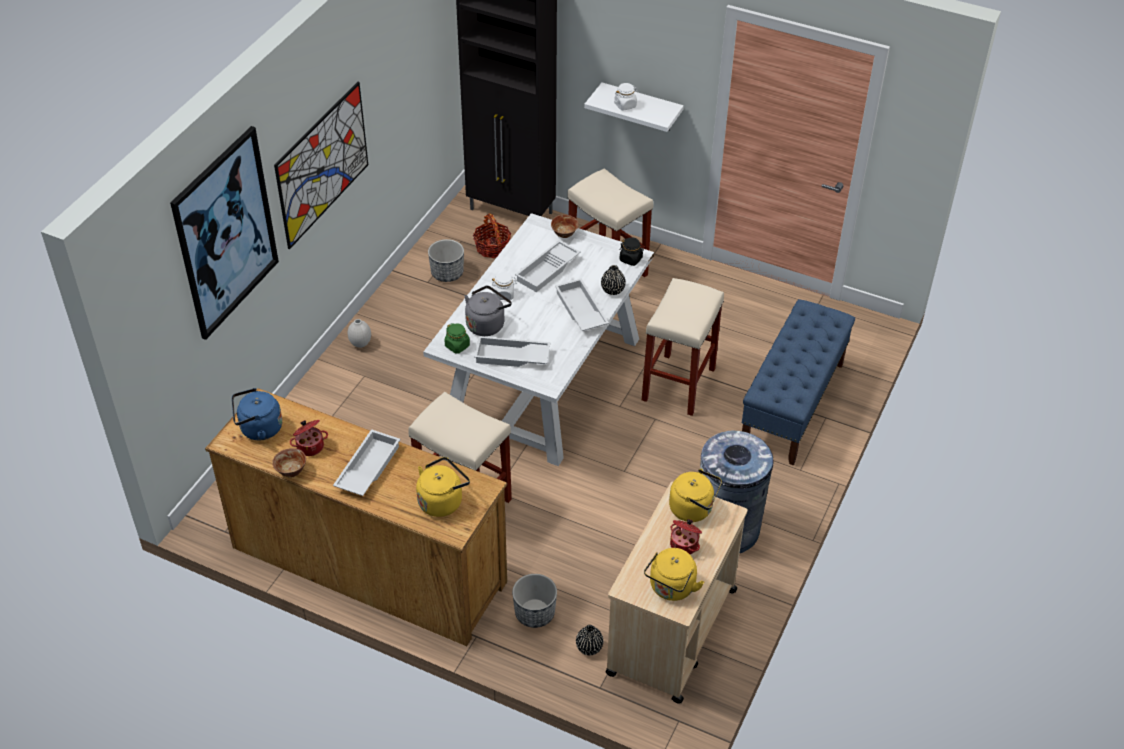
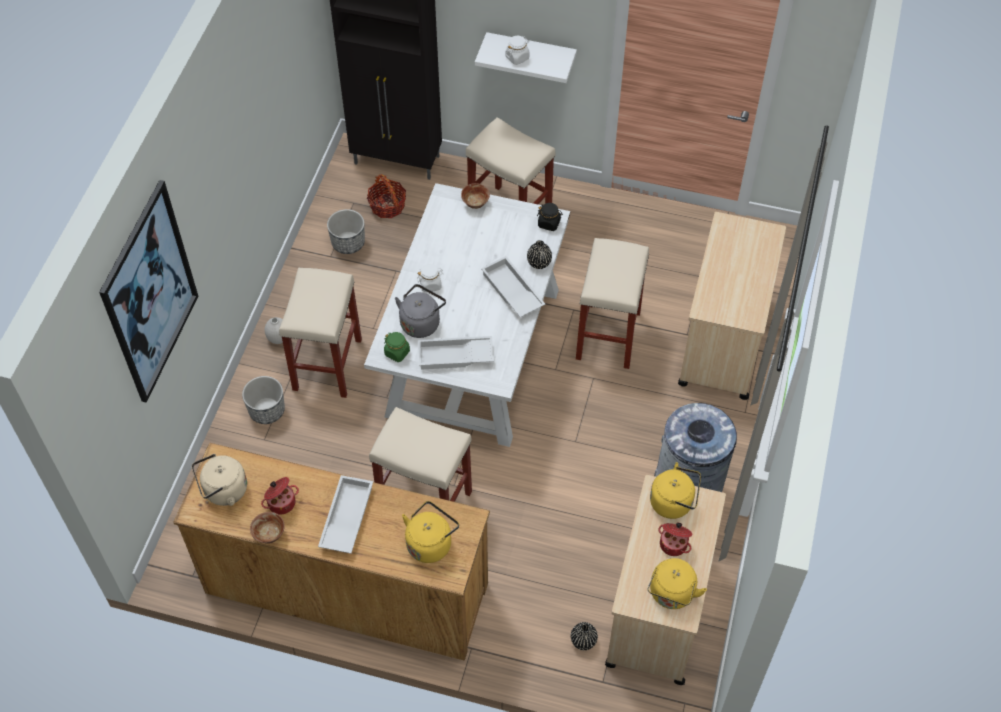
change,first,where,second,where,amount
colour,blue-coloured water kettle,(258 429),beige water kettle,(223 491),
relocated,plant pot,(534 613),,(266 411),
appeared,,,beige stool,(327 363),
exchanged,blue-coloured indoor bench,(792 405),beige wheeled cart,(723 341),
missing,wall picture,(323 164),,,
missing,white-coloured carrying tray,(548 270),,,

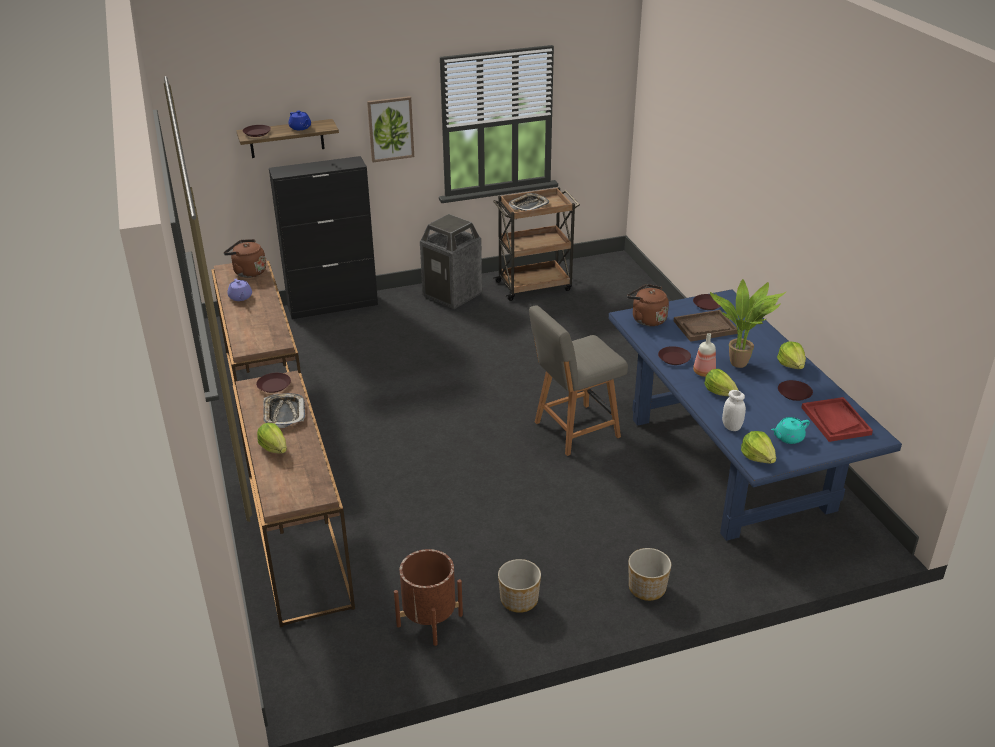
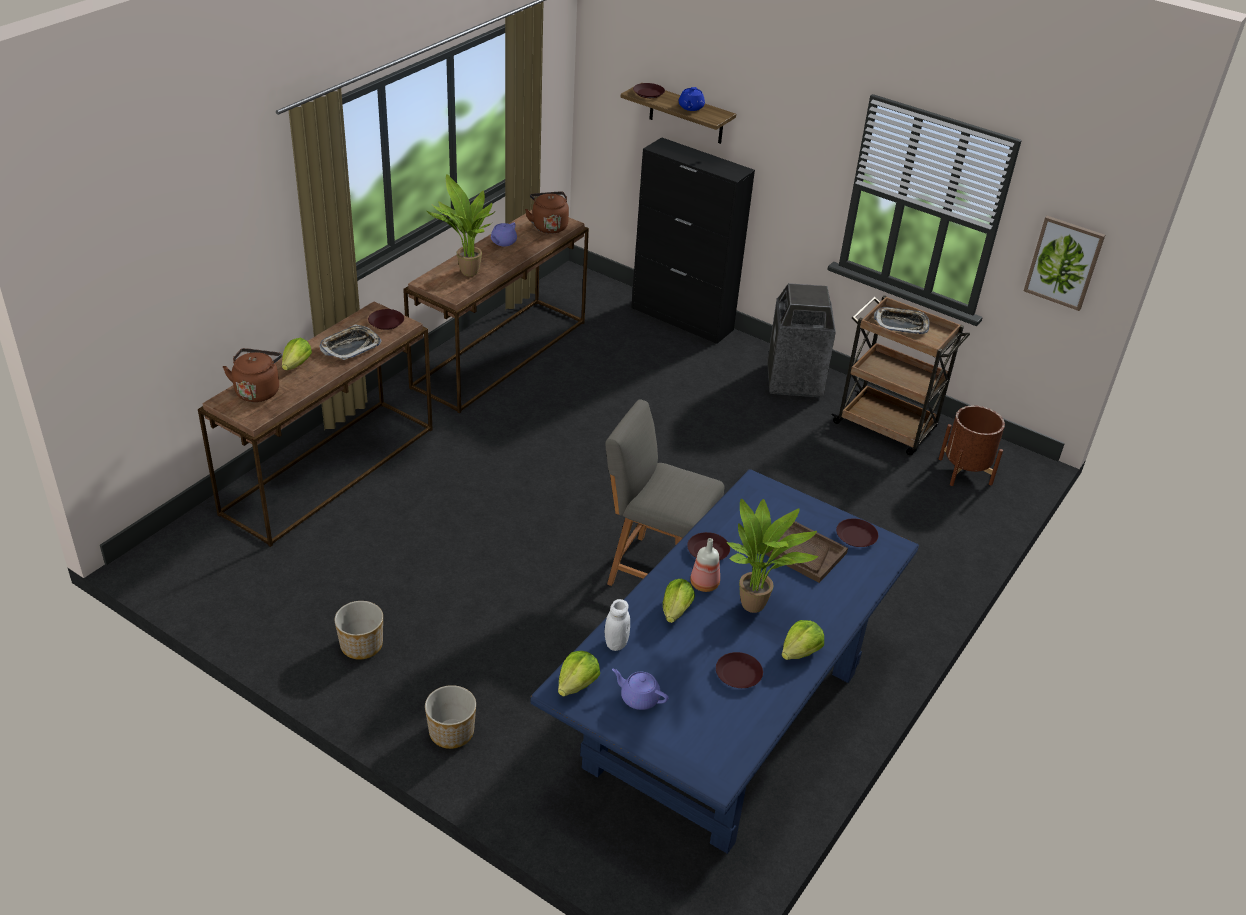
change,first,where,second,where,amount
relocated,brownish water kettle,(646 319),,(258 390),
appeared,,,plant in a pot,(466 273),
colour,turquoise-coloured teapot,(788 438),purplish teapot,(639 698),
relocated,brownish plant pot,(429 620),,(965 471),
relocated,wall picture,(390 129),,(1064 262),
missing,red carrying tray,(835 421),,,

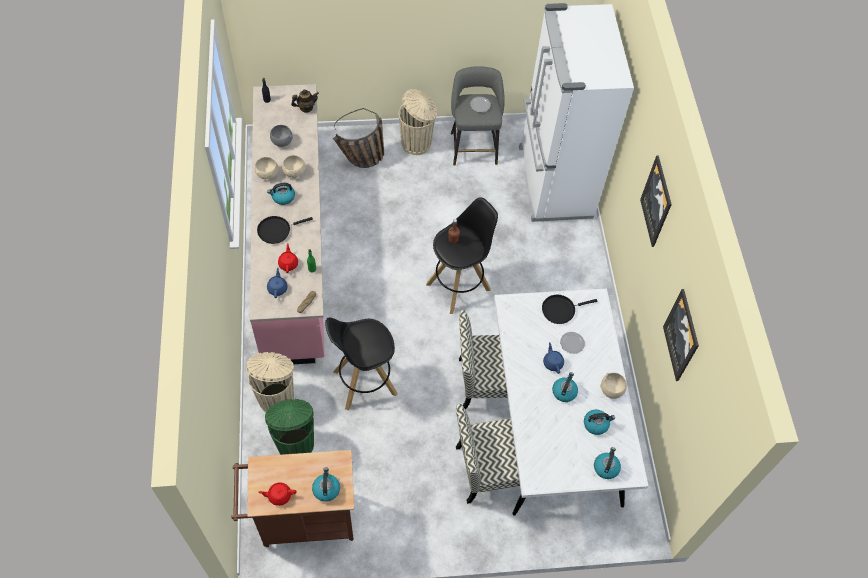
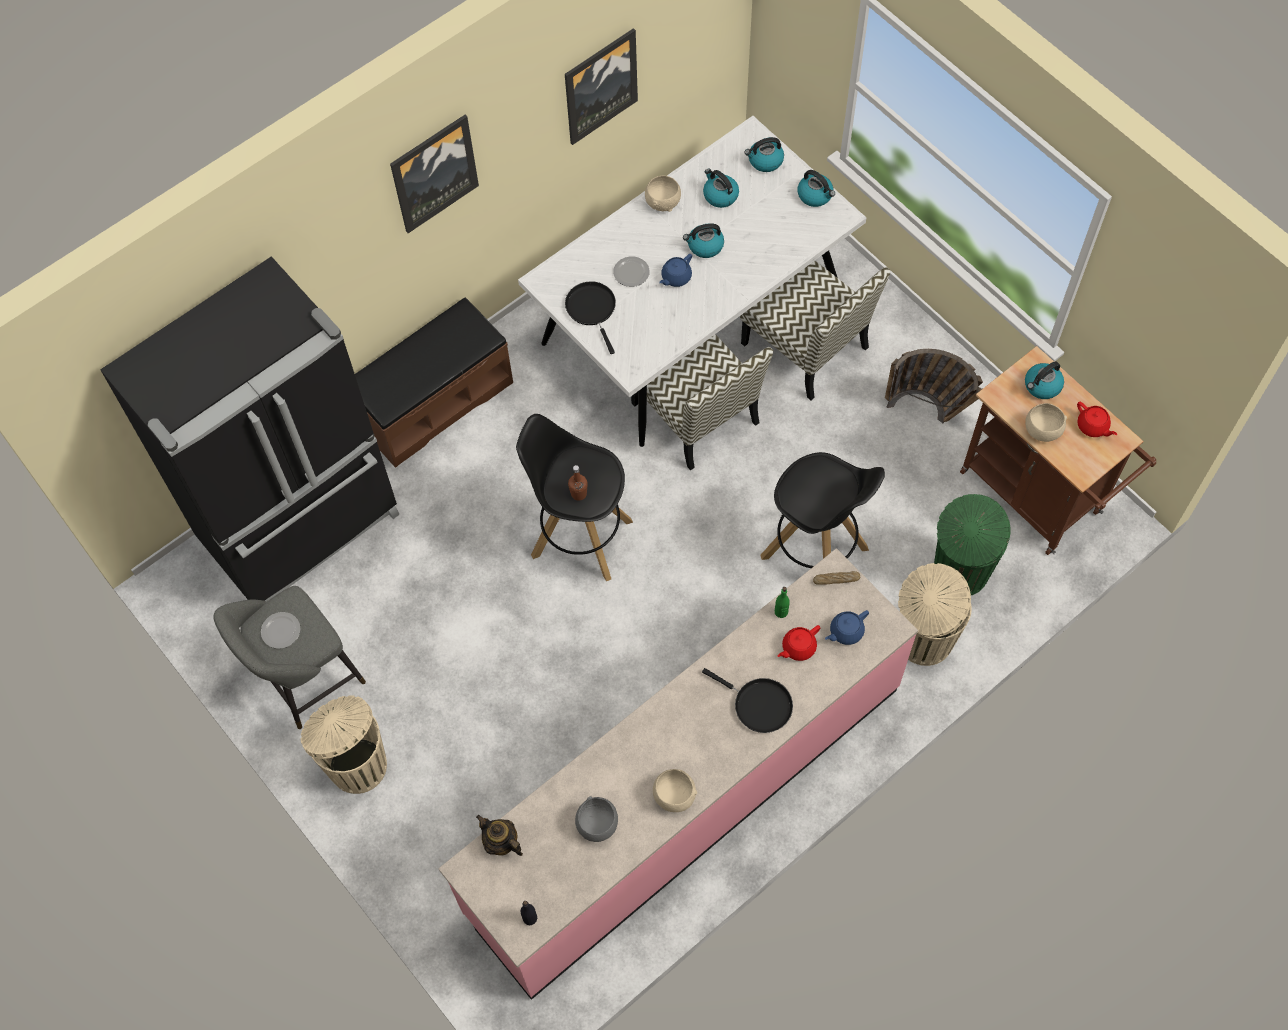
change,first,where,second,where,amount
colour,white-coloured refrigerator,(553 182),black-coloured refrigerator,(303 528),
appeared,,,brownish indoor bench,(434 402),
spun,black-coloured pan,(560 310),,(592 309),150 degrees counterclockwise
relocated,water kettle,(283 197),,(815 195),
relocated,household basket,(361 161),,(930 411),
relocated,beige deep dish,(294 172),,(1041 431),

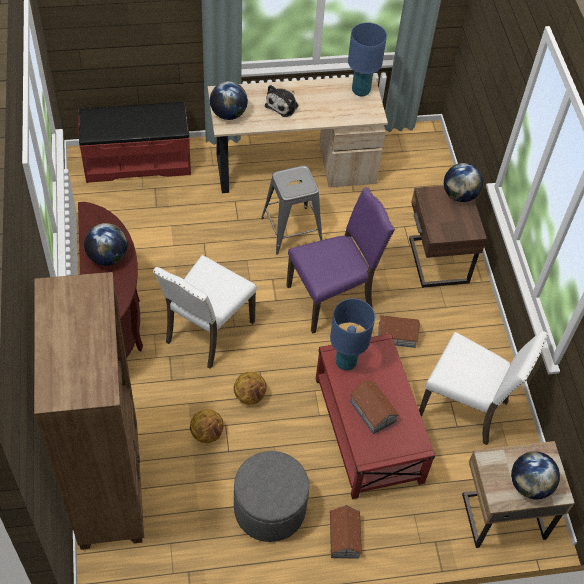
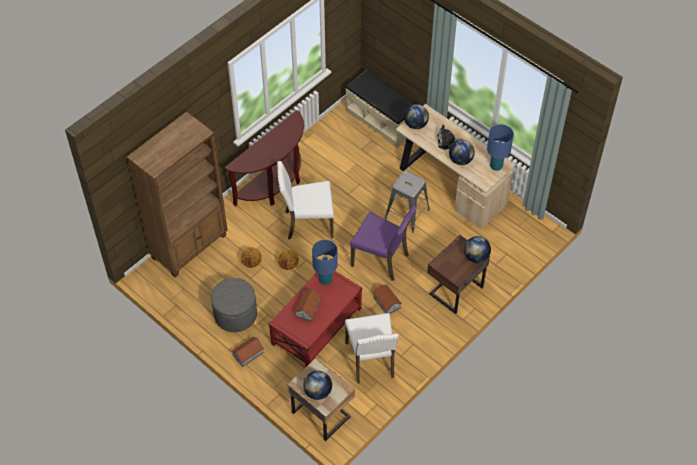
change,first,where,second,where,amount
colour,red indoor bench,(137 161),beige indoor bench,(381 120),
relocated,globe,(107 257),,(460 160),

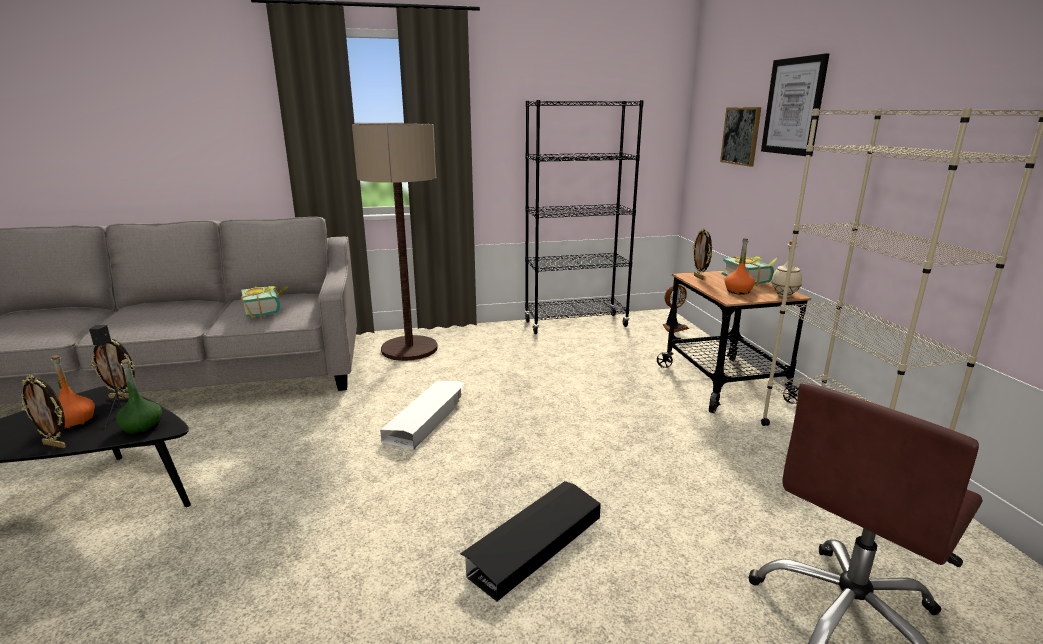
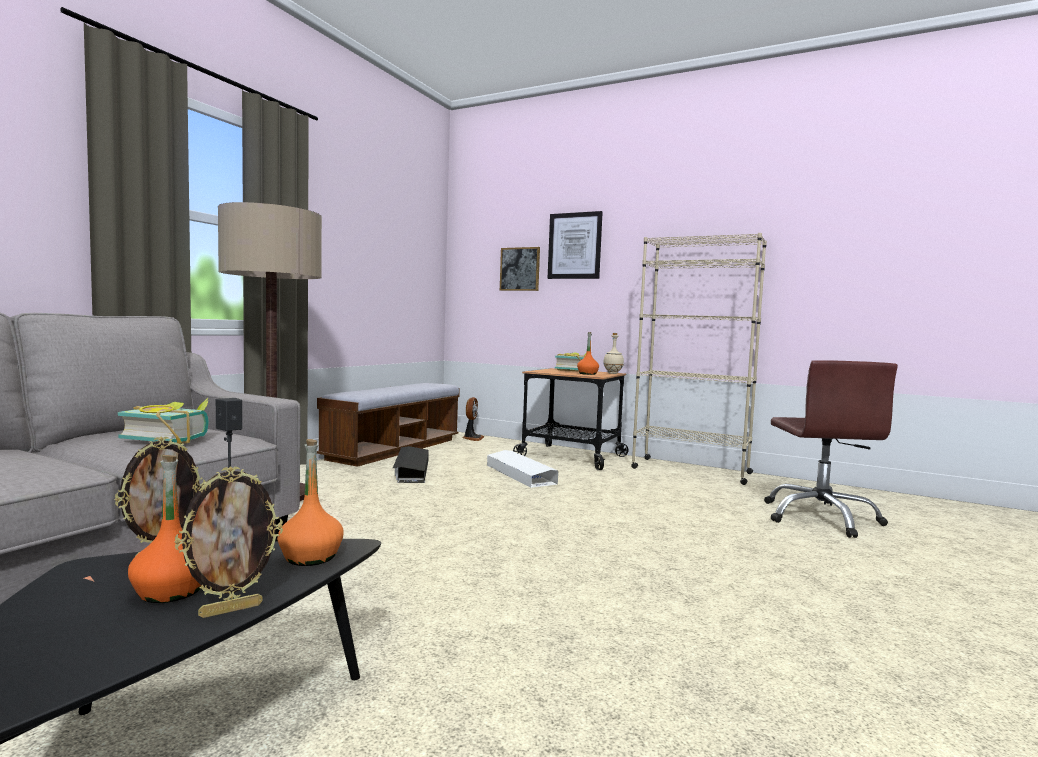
change,first,where,second,where,amount
colour,green beverage bottle,(142 427),orange-coloured beverage bottle,(311 557),
exchanged,black-coloured bookshelf,(575 324),indoor bench,(394 449),
relocated,black-coloured storage container,(533 544),,(411 471),
relocated,white-coloured storage container,(427 418),,(520 474),
missing,standing frame,(699 277),,,

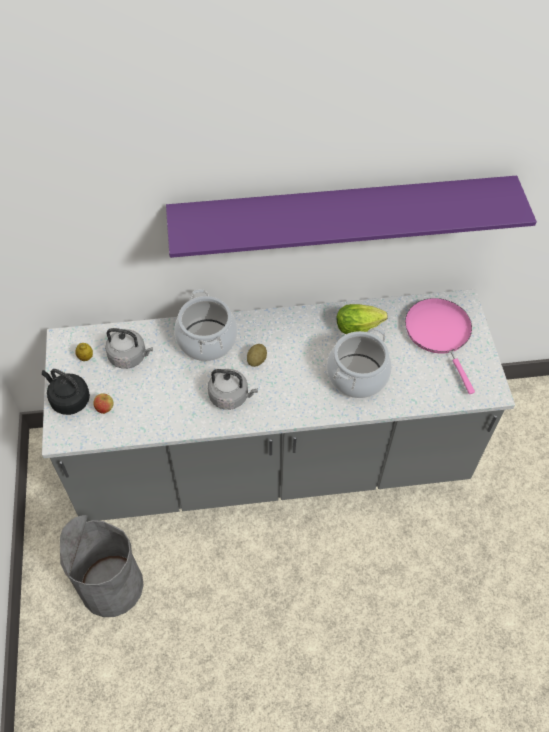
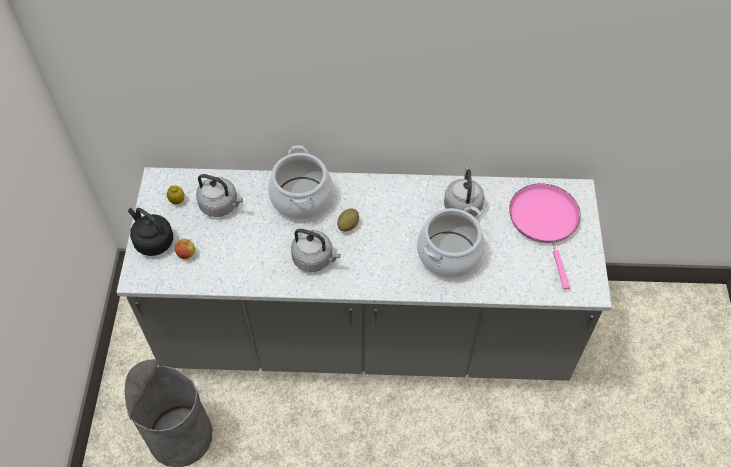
change,first,where,second,where,amount
exchanged,head of lettuce,(360 327),gray water kettle,(462 204),
missing,purplish wall shelf,(342 212),,,

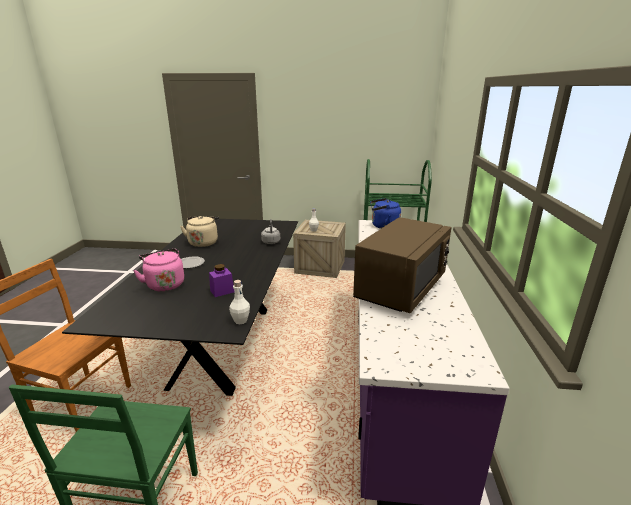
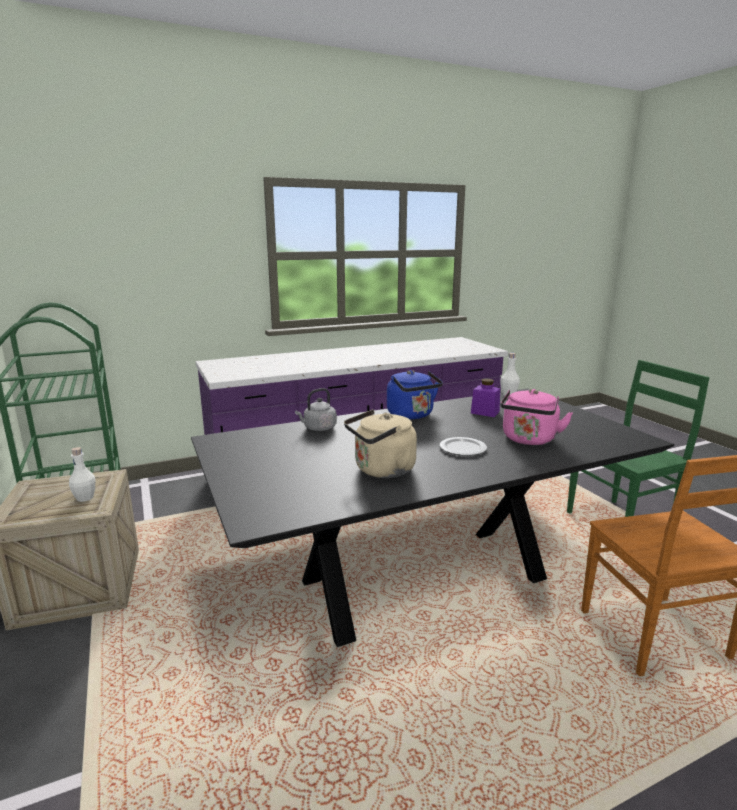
change,first,where,second,where,amount
relocated,blue-coloured water kettle,(383 226),,(412 415),
missing,brownish microwave,(400 288),,,

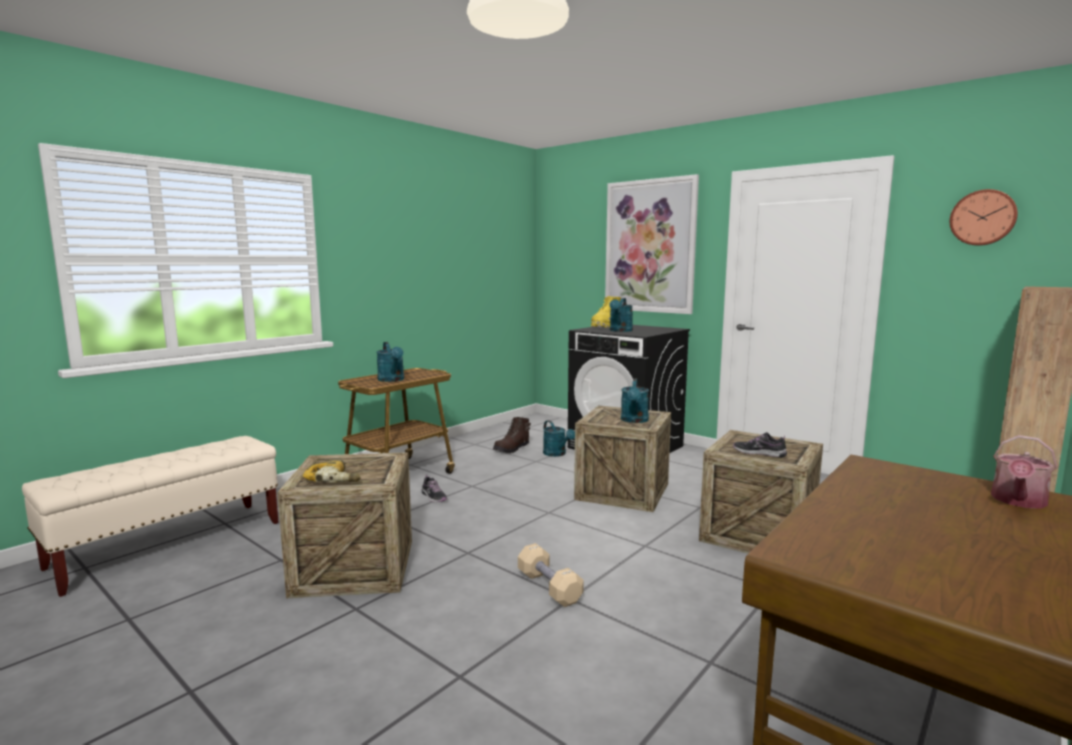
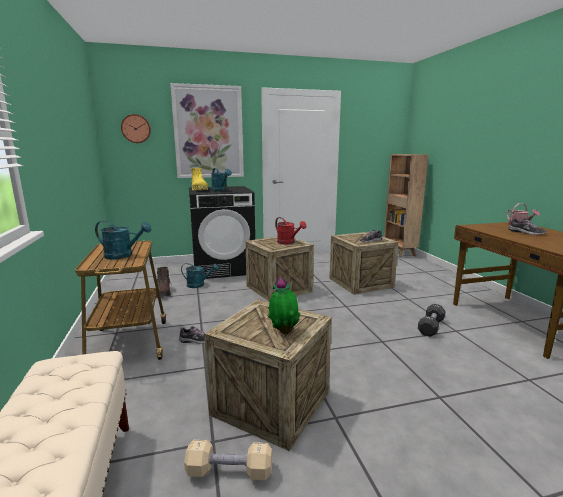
change,first,where,second,where,amount
relocated,clock on the wall,(983 218),,(136 128),
relocated,beige dumbbell,(549 587),,(229 471),
exchanged,power drill,(336 477),plant in a pot,(284 332),
colour,turquoise-coloured sprinkling can,(634 420),red sprinkling can,(288 242),
appeared,,,black-coloured dumbbell,(431 327),
appeared,,,low shoe,(526 233),

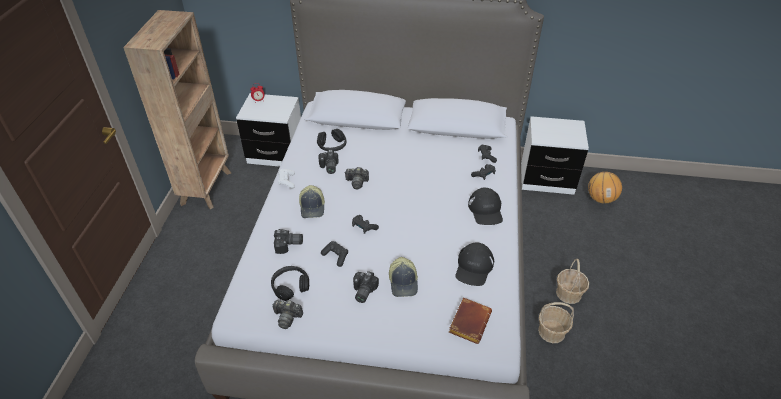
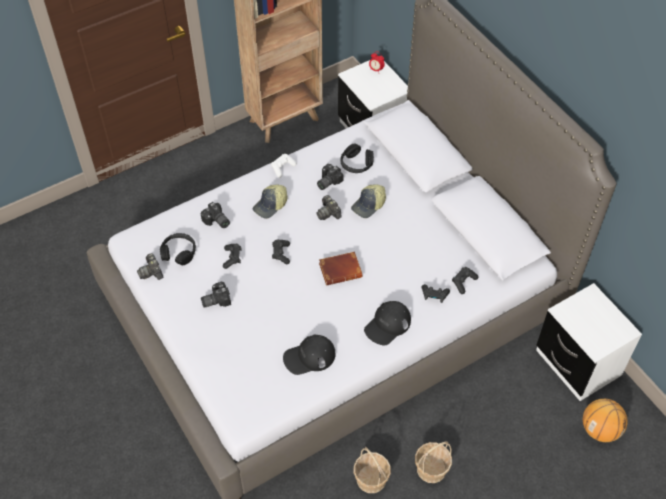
change,first,where,second,where,amount
relocated,brownish volume,(469 321),,(341 270),
relocated,cap,(404 282),,(369 205),

